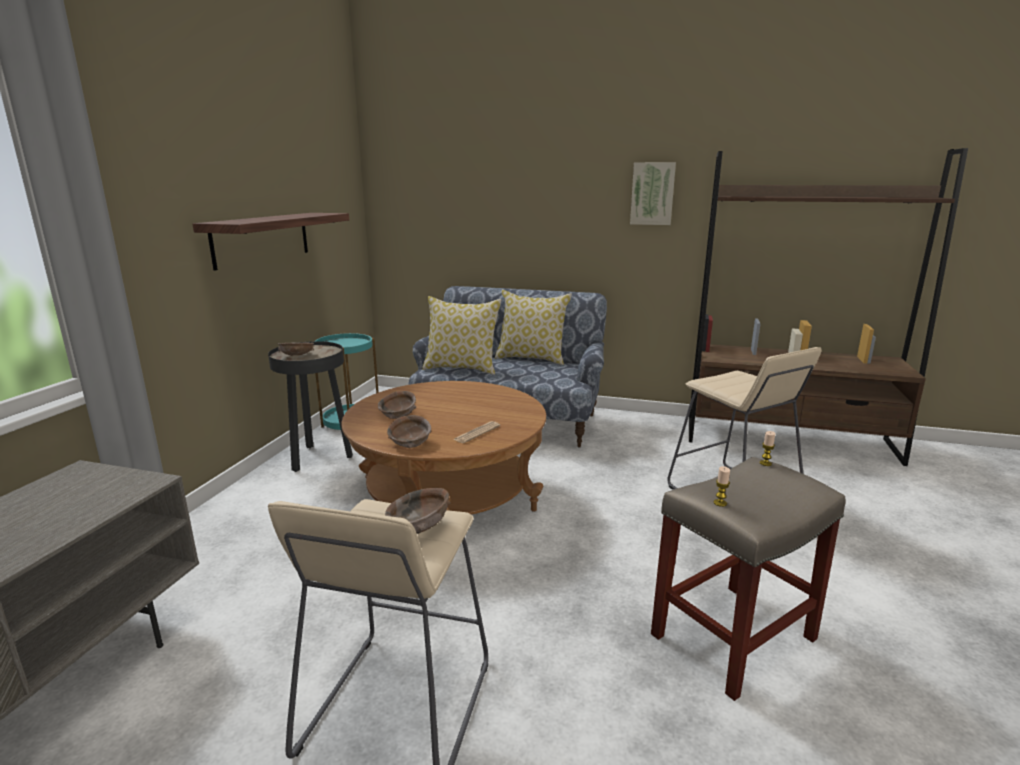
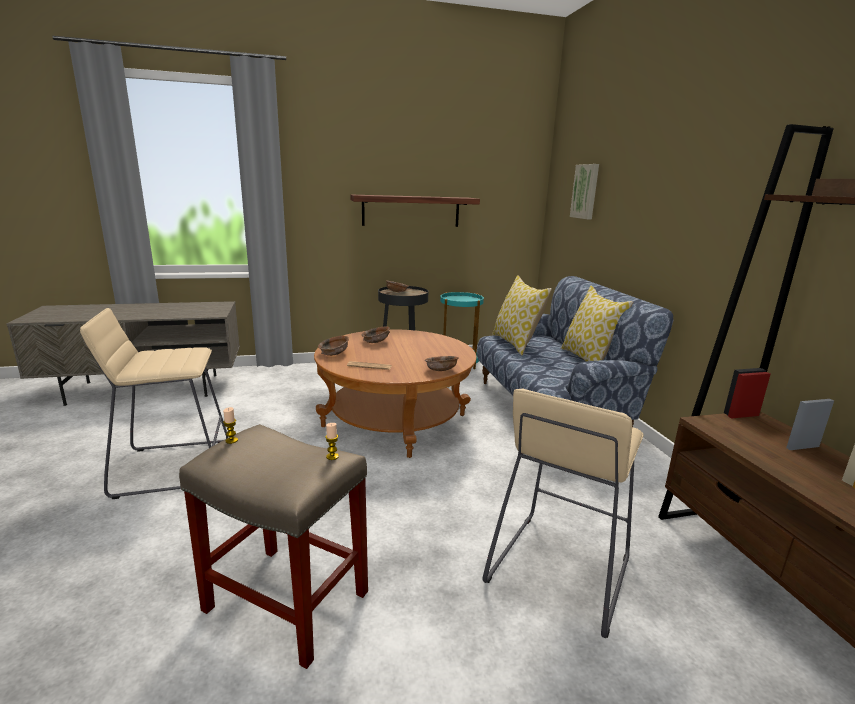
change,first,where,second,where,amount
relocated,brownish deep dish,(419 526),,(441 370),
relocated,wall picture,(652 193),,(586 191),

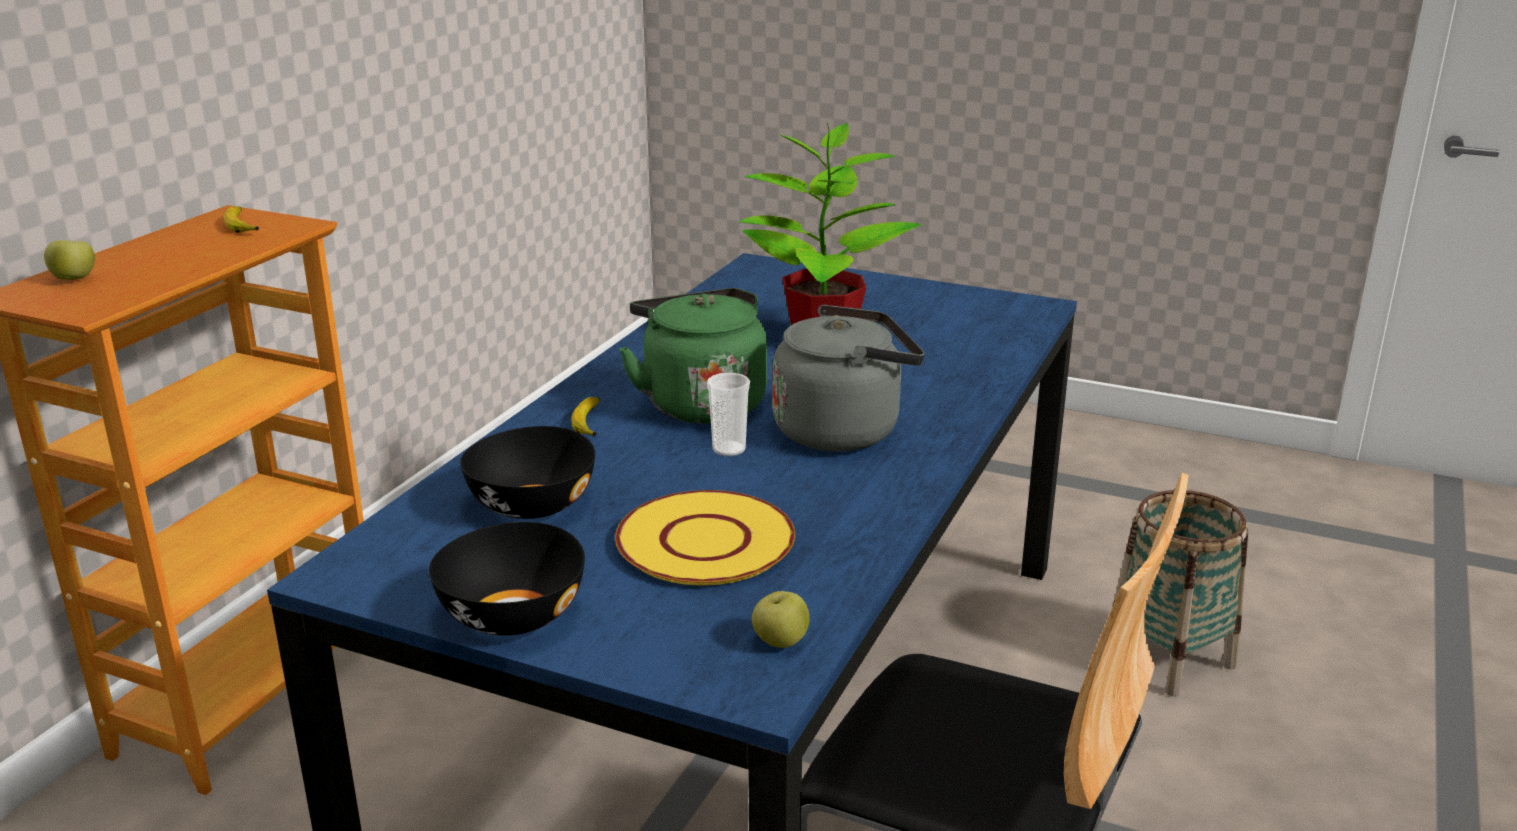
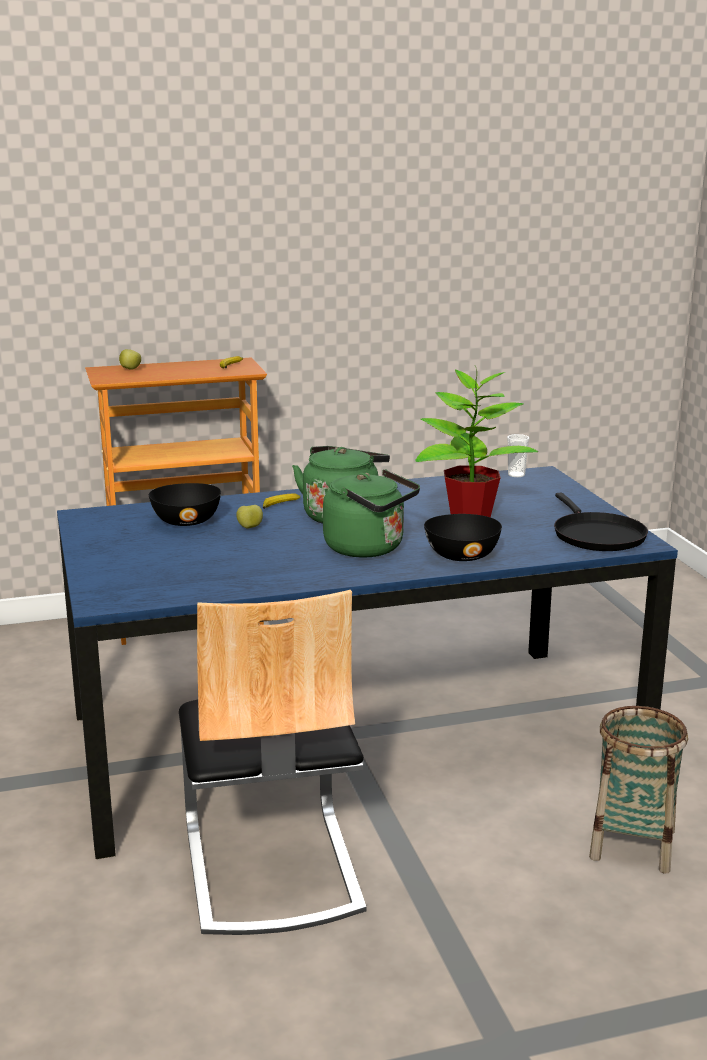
change,first,where,second,where,amount
relocated,apple,(780 642),,(250 527),
colour,gray water kettle,(843 430),green water kettle,(369 549),
relocated,black-coloured deep dish,(512 614),,(462 556),
relocated,cup,(729 449),,(516 475),
appeared,,,black-coloured pan,(596 535),
missing,yellow-coloured plate,(706 541),,,

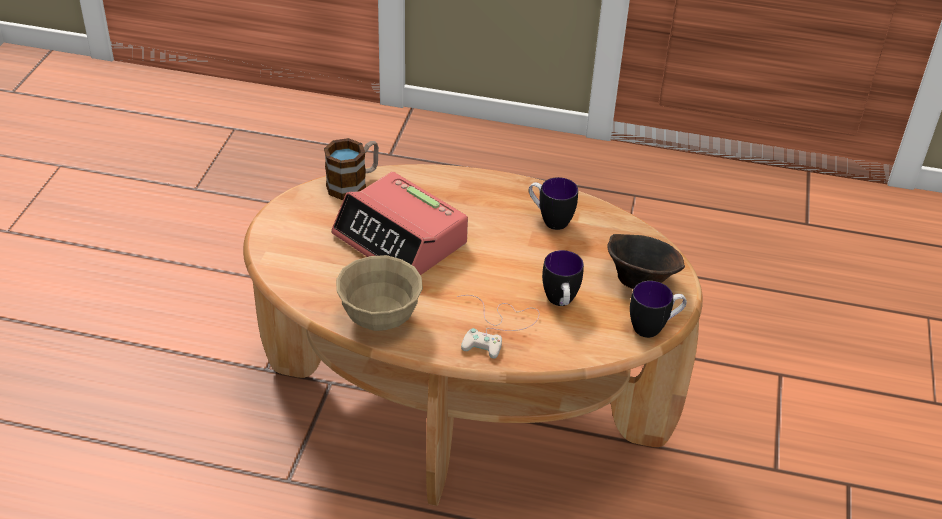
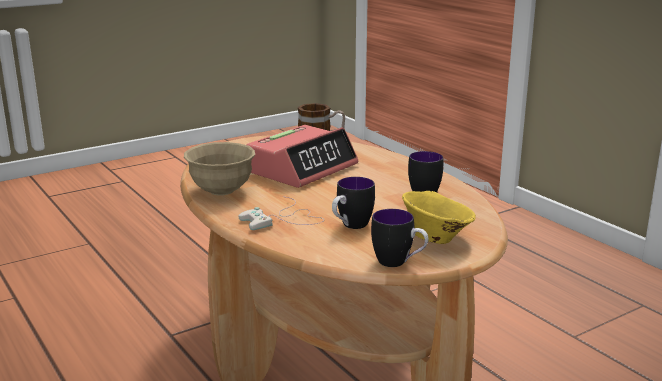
change,first,where,second,where,amount
spun,alarm clock,(400 239),,(302 168),135 degrees counterclockwise
colour,brownish deep dish,(639 280),yellow-coloured deep dish,(435 238),

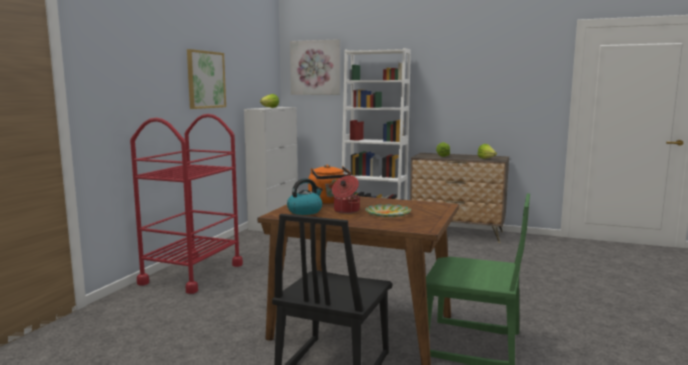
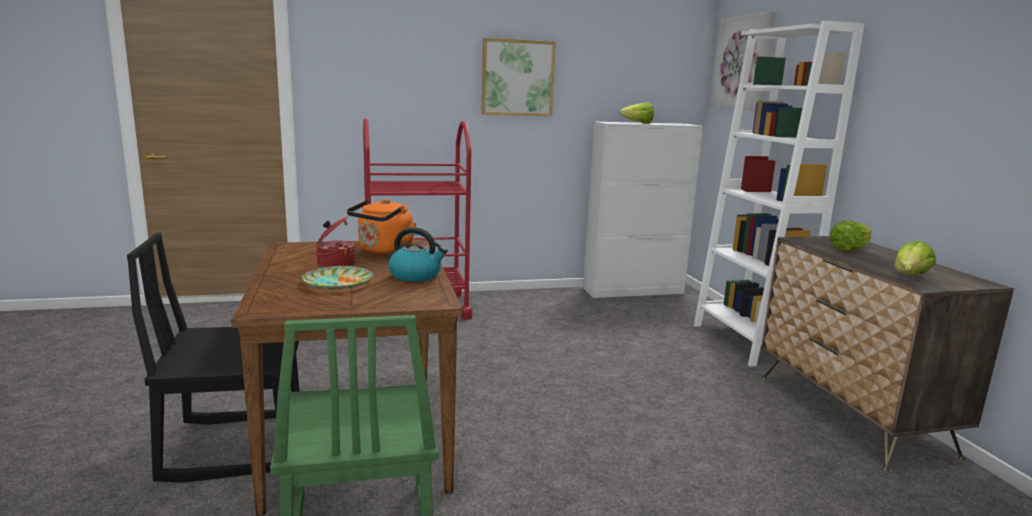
change,first,where,second,where,amount
relocated,water kettle,(305 211),,(416 276),

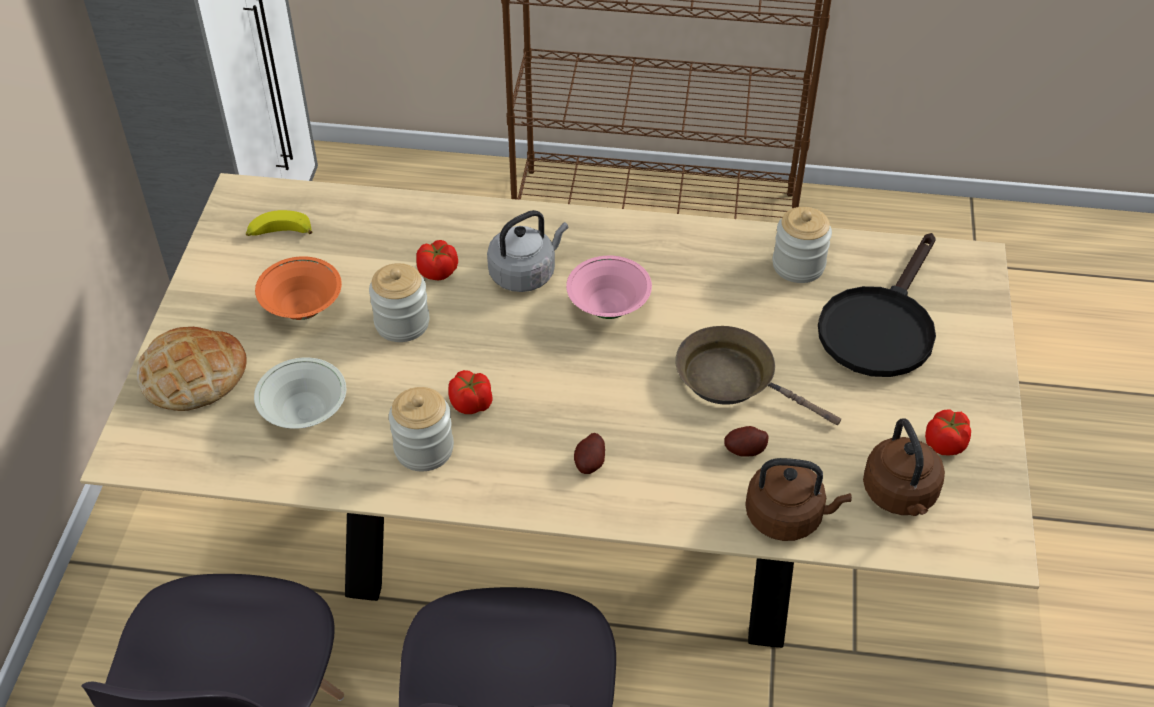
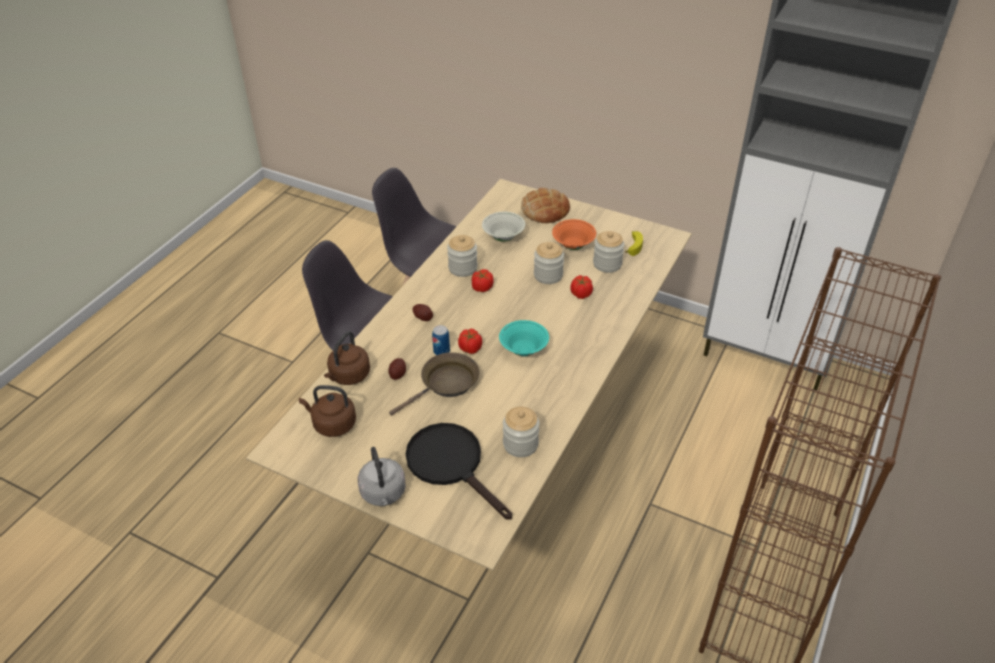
change,first,where,second,where,amount
relocated,gray water kettle,(525 273),,(383 494),
appeared,,,sealed can,(441 351),
relocated,fresh tomato,(945 443),,(470 348),
colour,pinkish deep dish,(608 308),turquoise-coloured deep dish,(523 350),
appeared,,,jar,(607 264),

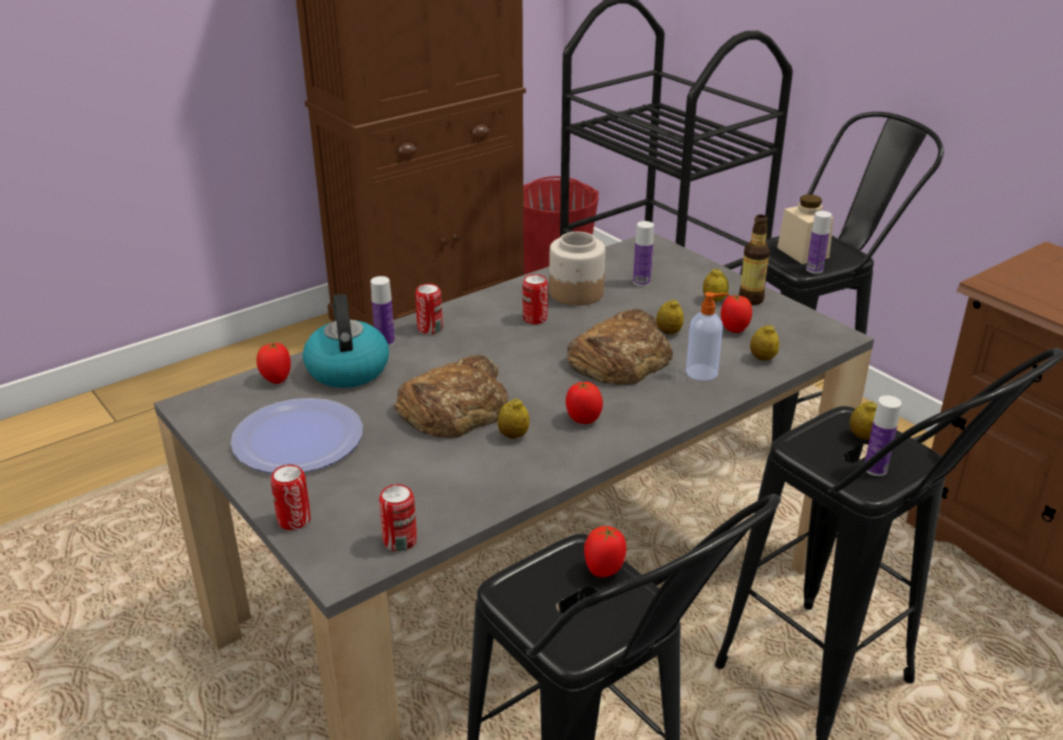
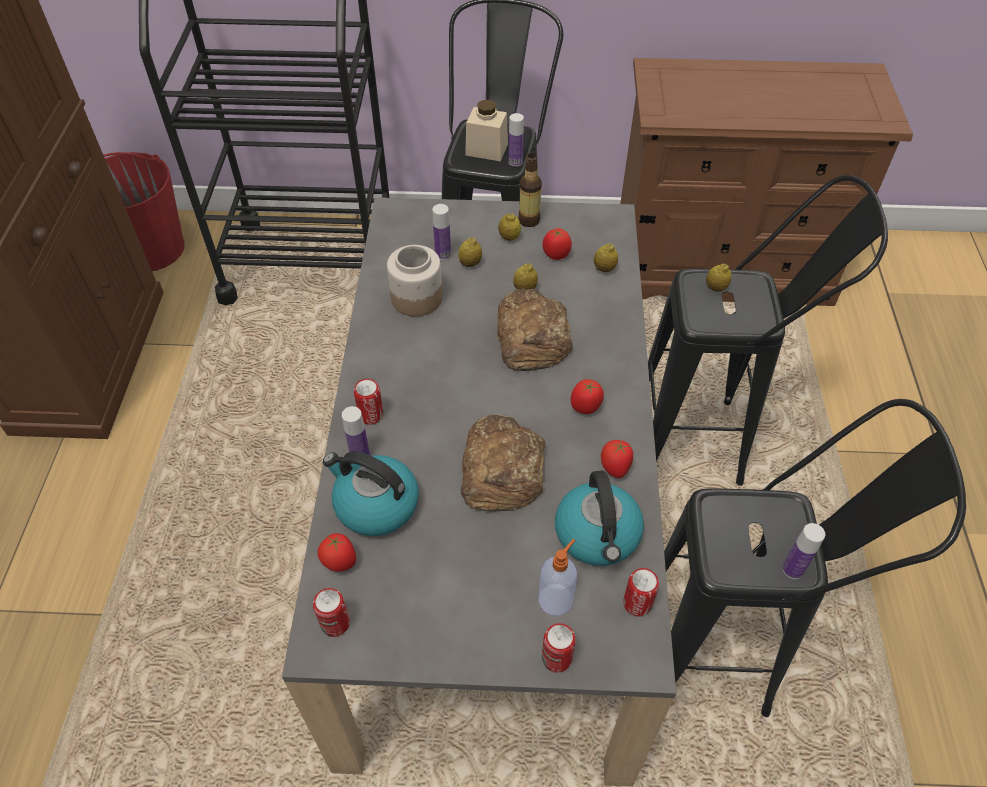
change,first,where,second,where,amount
relocated,sealed can,(535 319),,(335 623),
relocated,whole lemon,(513 435),,(470 263),
relocated,soap dispenser,(703 372),,(556 598),
appeared,,,water kettle,(598 535),
relocated,fresh tomato,(604 569),,(614 468),
relocated,beverage bottle,(875 469),,(792 569),
missing,plate,(297 439),,,

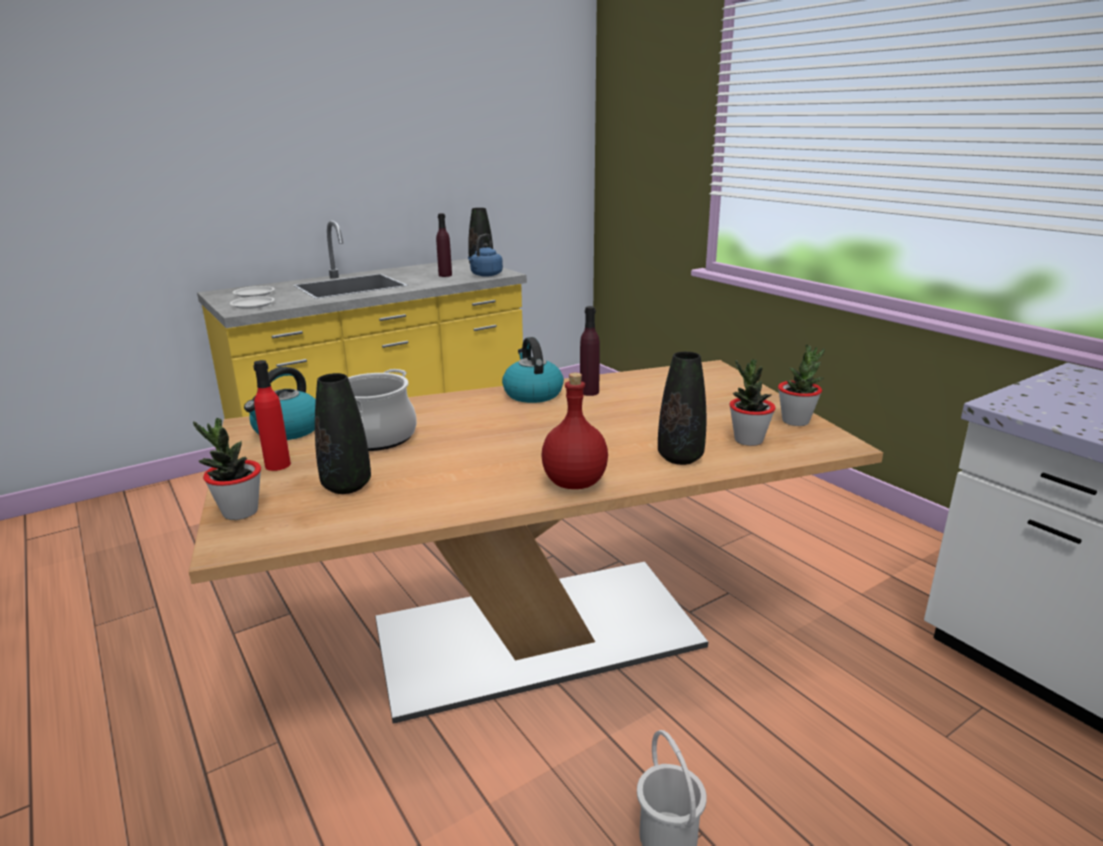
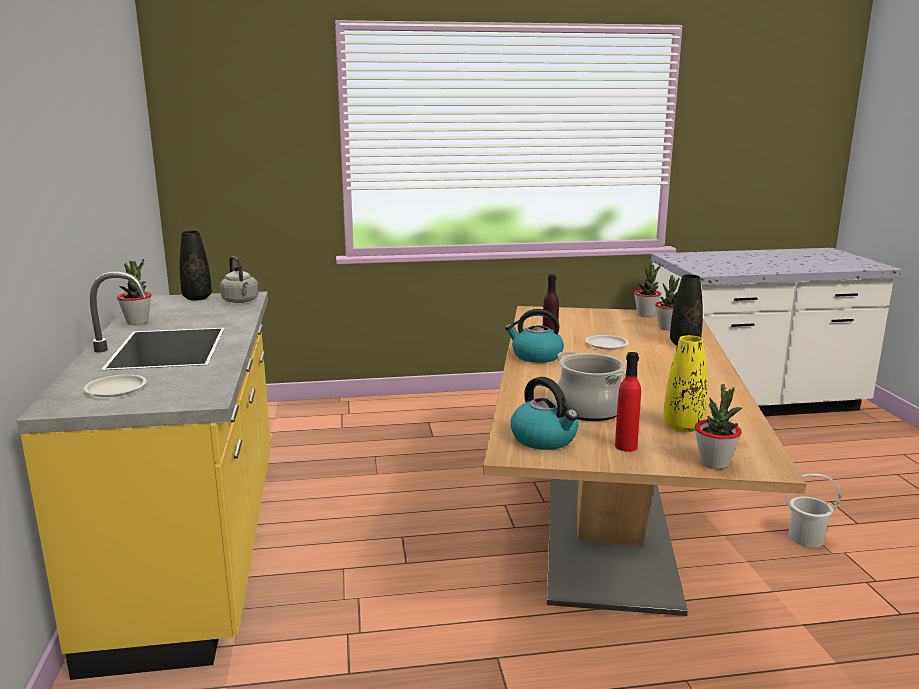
change,first,where,second,where,amount
appeared,,,plant in a pot,(137 322),
colour,blue-coloured water kettle,(485 275),gray water kettle,(241 301),
relocated,white-coloured plate,(253 305),,(606 345),
colour,black-coloured decorative vase,(347 486),yellow-coloured decorative vase,(683 427),
missing,purplish beverage bottle,(445 275),,,
missing,red beverage bottle,(575 483),,,

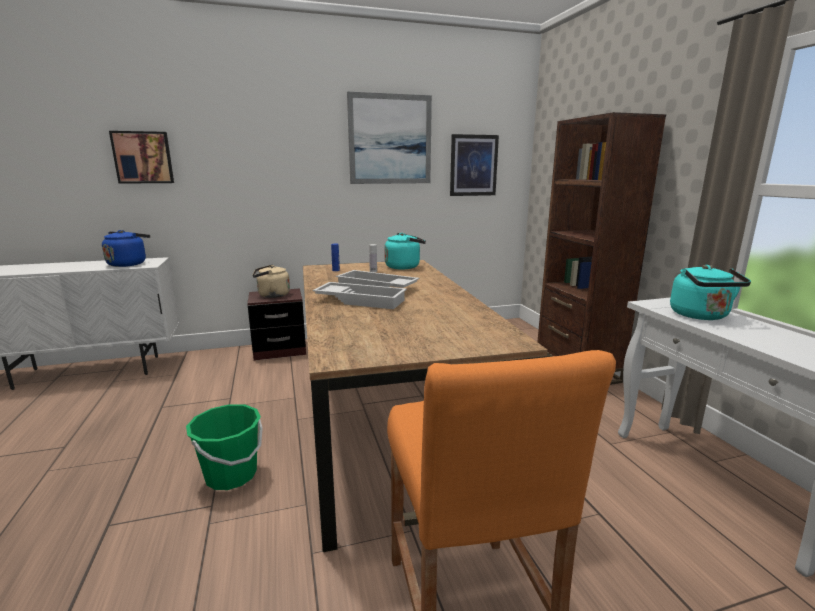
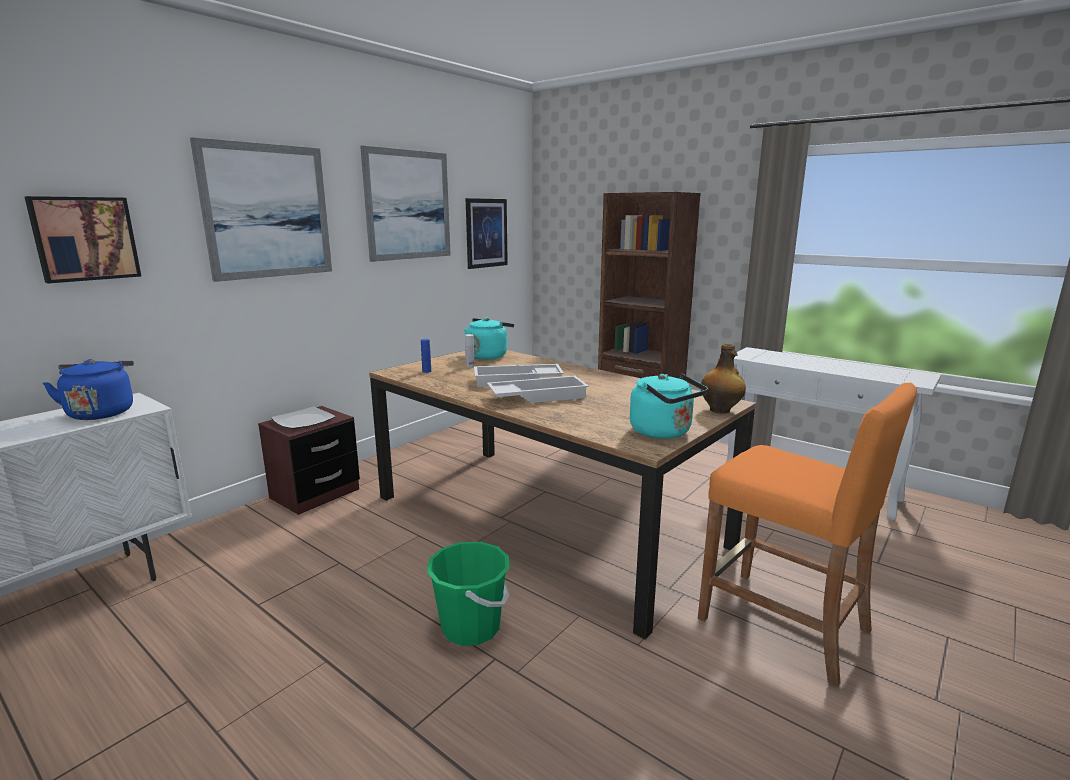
change,first,where,second,where,amount
appeared,,,wall picture,(267 211),
exchanged,beige water kettle,(272 295),plate,(303 421),
relocated,turquoise-coloured water kettle,(701 316),,(664 432),
appeared,,,beverage bottle,(720 410),

